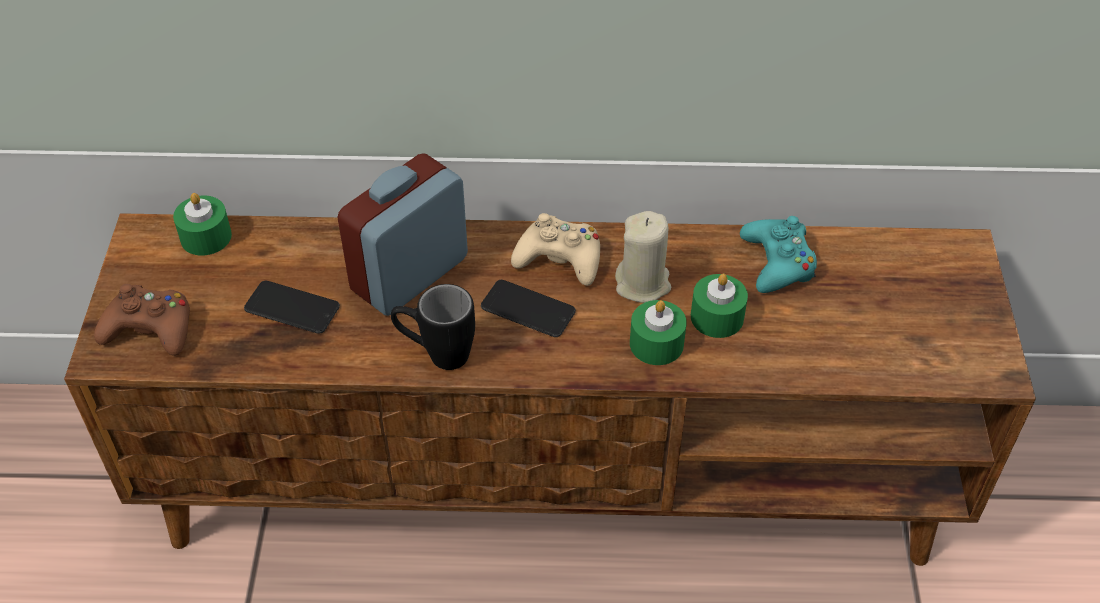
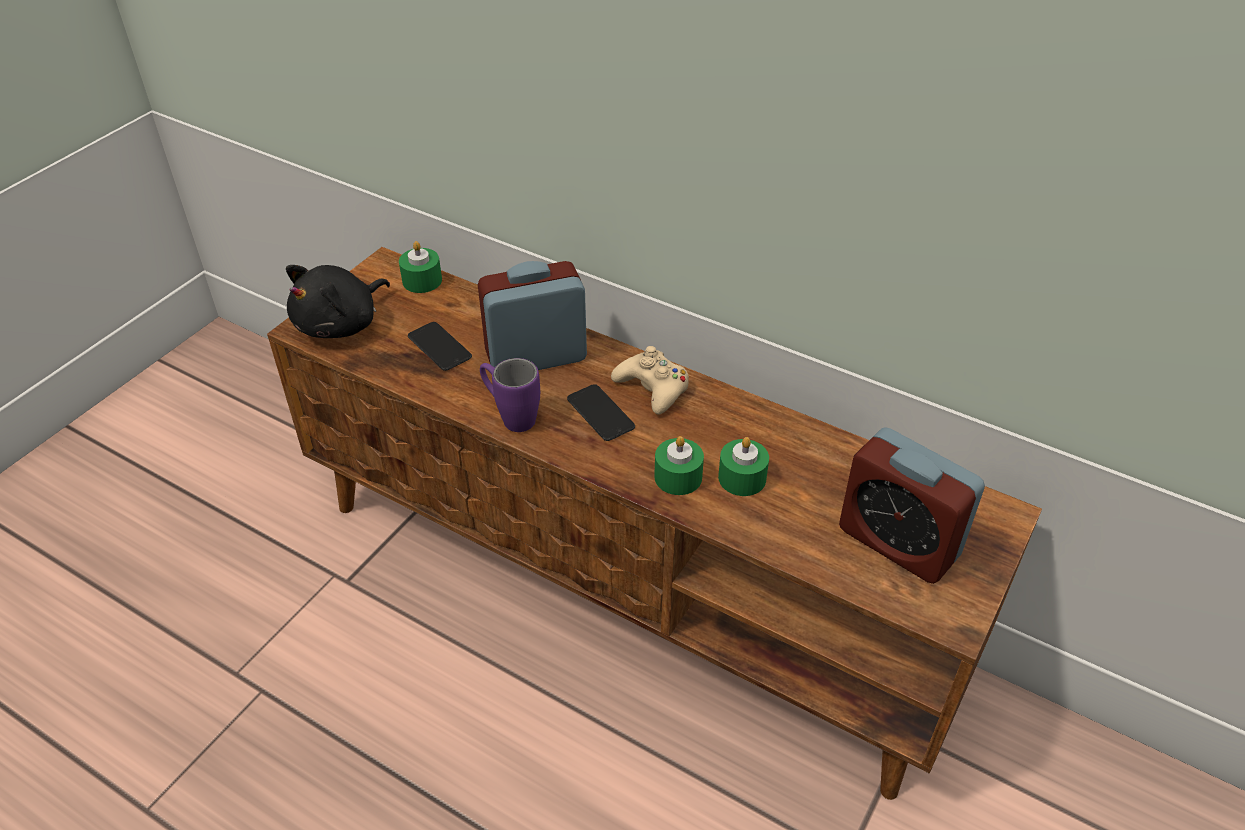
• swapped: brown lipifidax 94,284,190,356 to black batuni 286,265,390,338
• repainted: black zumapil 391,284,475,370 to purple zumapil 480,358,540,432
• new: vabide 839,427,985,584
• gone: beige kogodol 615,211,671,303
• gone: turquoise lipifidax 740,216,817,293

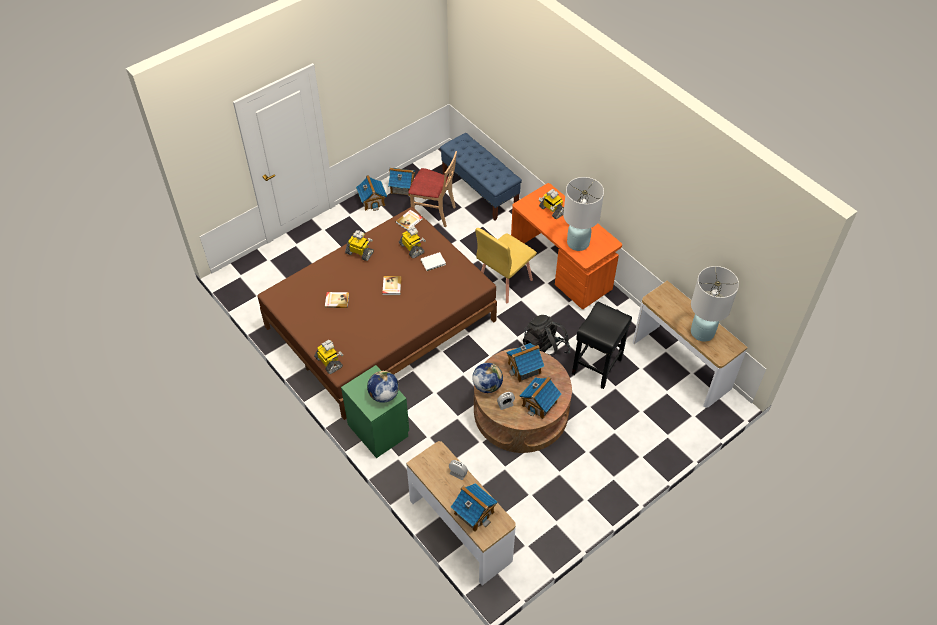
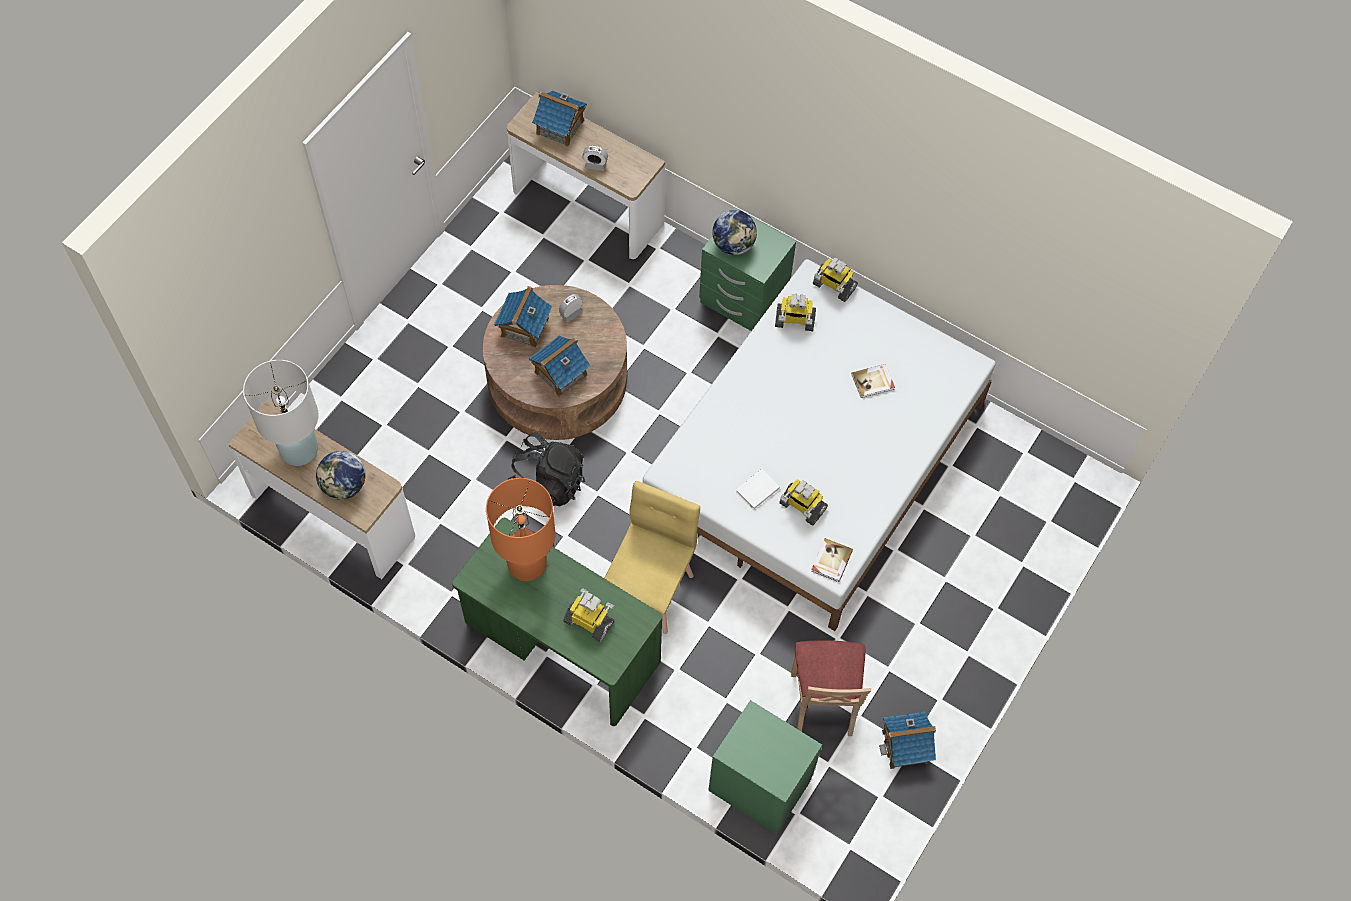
• shifted: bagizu 472,363,503,393 to 316,451,366,500
• repainted: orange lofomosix 511,183,622,309 to green lofomosix 452,518,662,726
• repainted: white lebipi 563,177,604,251 to orange lebipi 486,478,556,581
• repainted: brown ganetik 257,207,497,420 to white ganetik 643,259,996,631
• swapped: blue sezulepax 440,133,522,221 to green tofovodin 708,700,822,834
• shifted: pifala 345,230,374,261 to 775,294,816,331
• rotated: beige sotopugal 408,151,457,227 = 791,640,871,736 90 degrees counterclockwise
• gone: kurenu 356,175,387,211
• gone: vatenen 382,276,402,295
• gone: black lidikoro 572,302,632,389

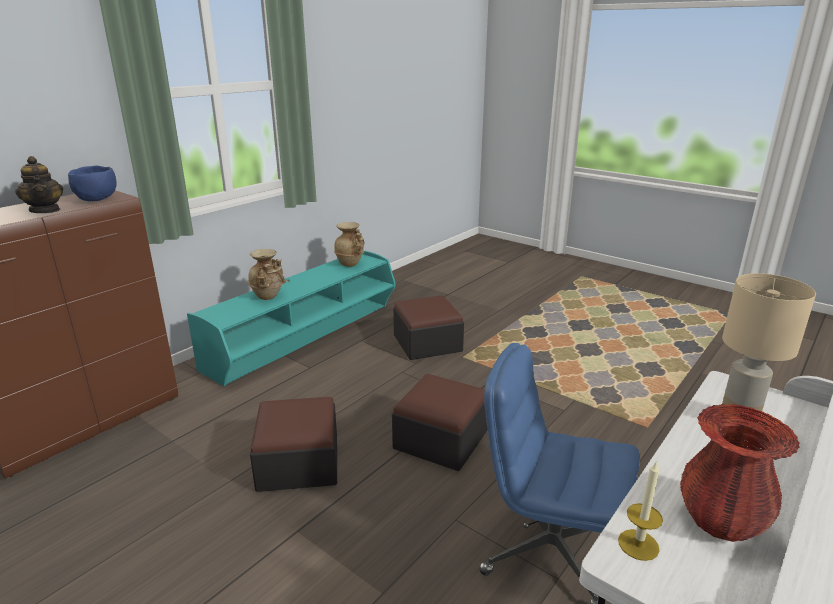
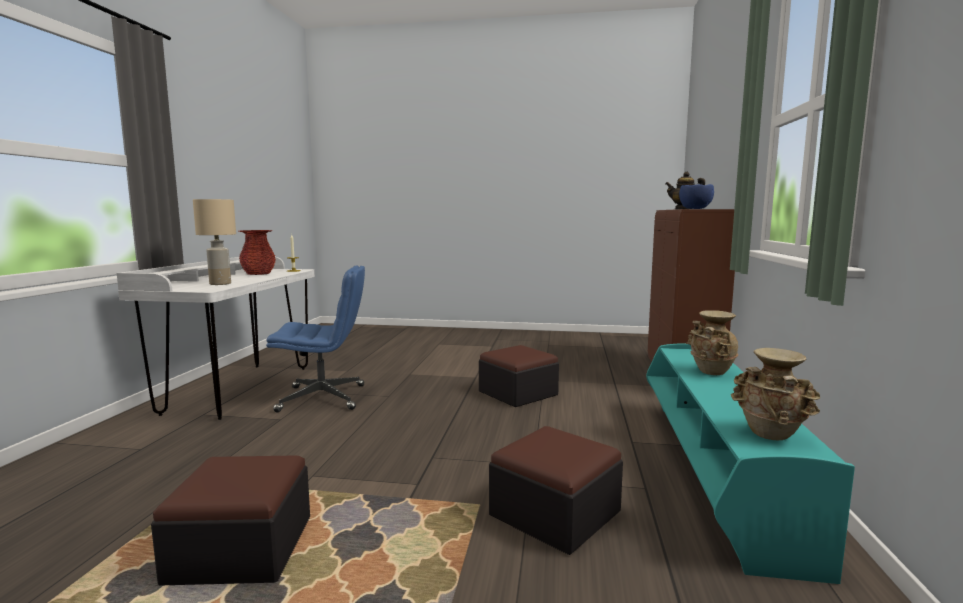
• shifted: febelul 392,374,488,471 to 151,455,310,586

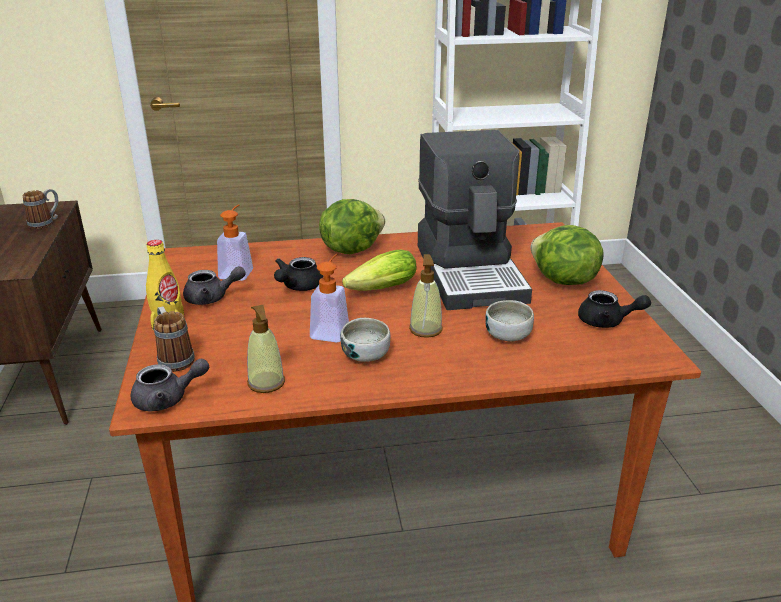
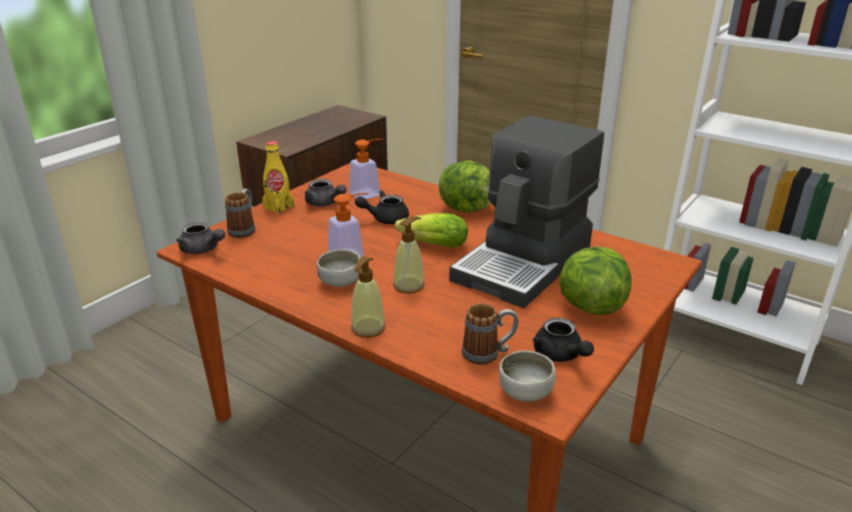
• shifted: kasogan 247,305,285,393 to 351,256,386,338
• shifted: zumapil 23,189,58,229 to 462,303,518,365
• shifted: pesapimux 485,300,534,341 to 499,351,556,402

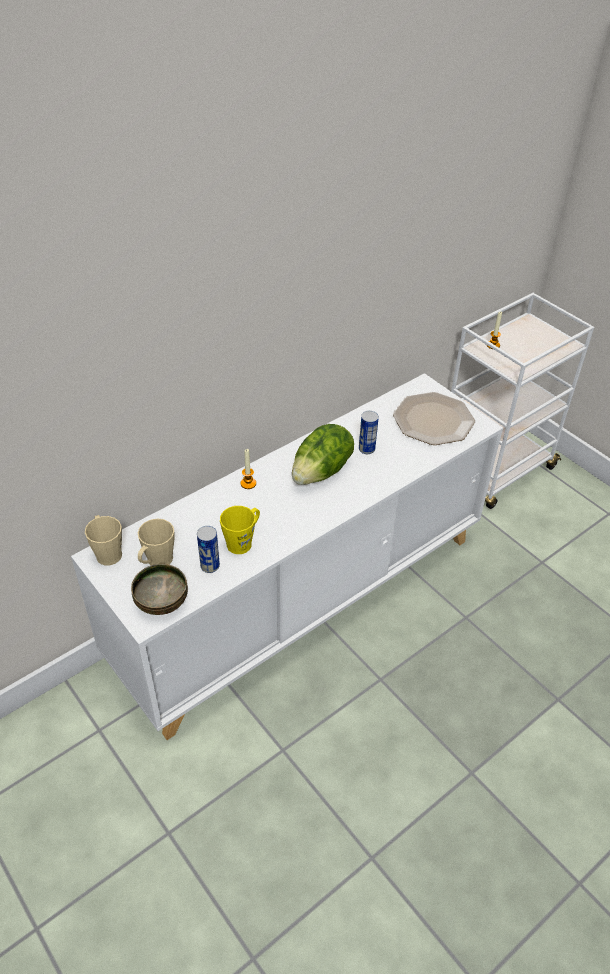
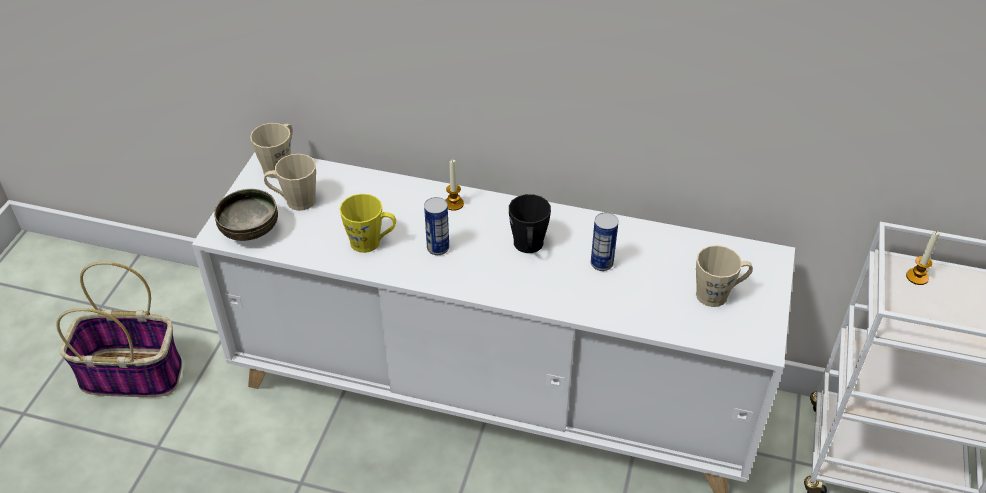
• new: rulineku 56,262,182,397
• shifted: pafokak 197,526,220,573 to 424,197,449,255
• swapped: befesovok 292,424,354,485 to black zumapil 509,194,551,253
• swapped: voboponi 393,392,475,445 to beige zumapil 696,245,753,307

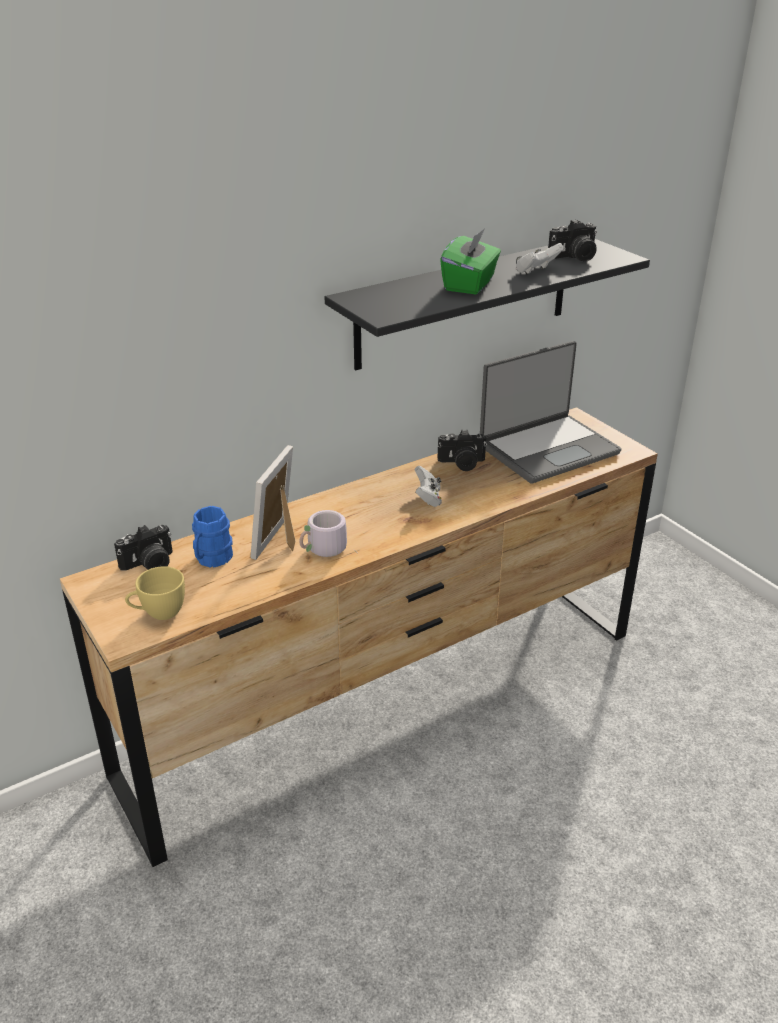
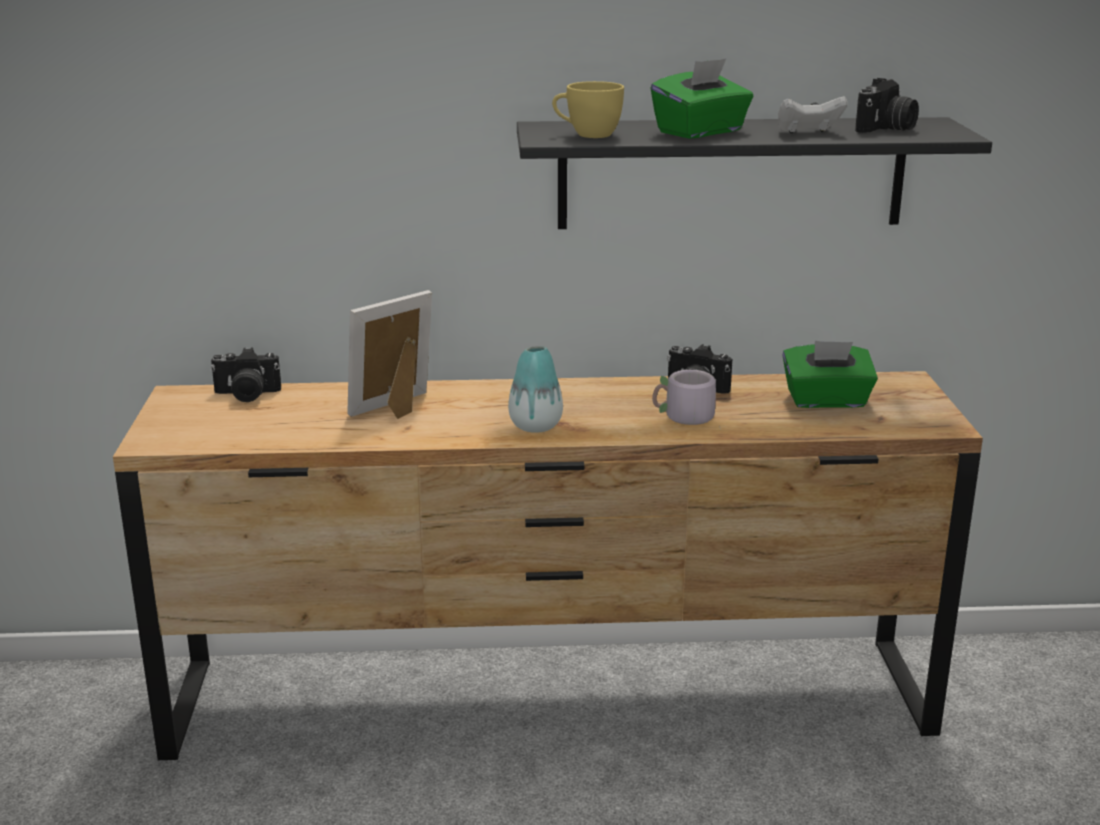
• new: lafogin 508,346,563,433
• shifted: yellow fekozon 125,566,185,620 to 552,81,624,138
• shifted: grey zumapil 299,510,355,557 to 652,370,721,429
• swapped: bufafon 480,341,621,484 to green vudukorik 783,341,878,408
• rotated: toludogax 548,220,597,261 = 855,78,919,133 60 degrees counterclockwise
• gone: blue zumapil 192,506,233,568
• gone: white lipifidax 415,466,442,507

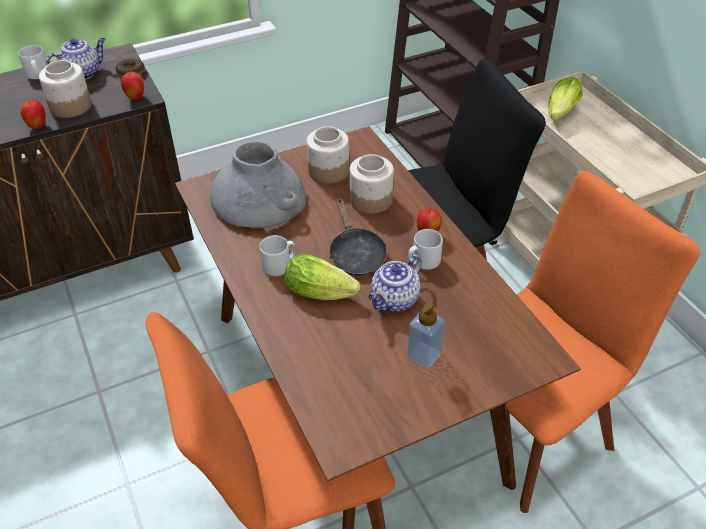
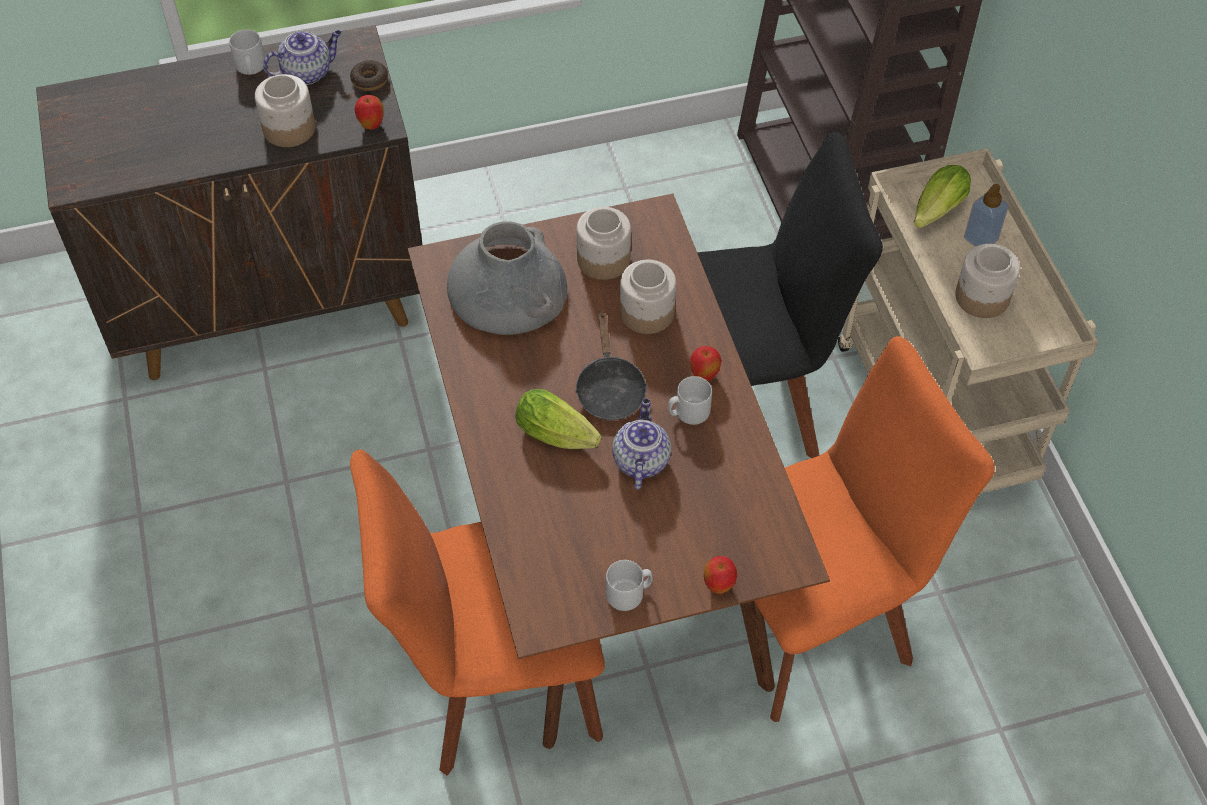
• shifted: grey zumapil 260,235,296,276 to 606,560,653,611
• rotated: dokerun 368,254,422,312 = 612,399,671,490 135 degrees clockwise
• shifted: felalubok 20,99,46,129 to 704,556,737,594
• new: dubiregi 955,244,1020,318
• shifted: kasogan 407,302,445,368 to 964,184,1009,247

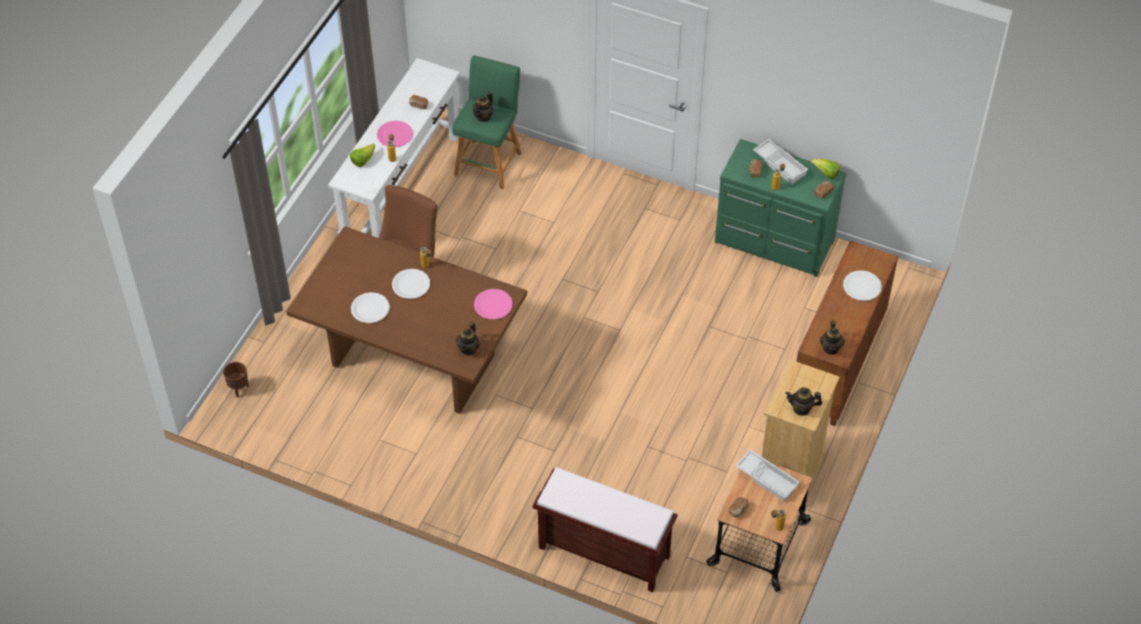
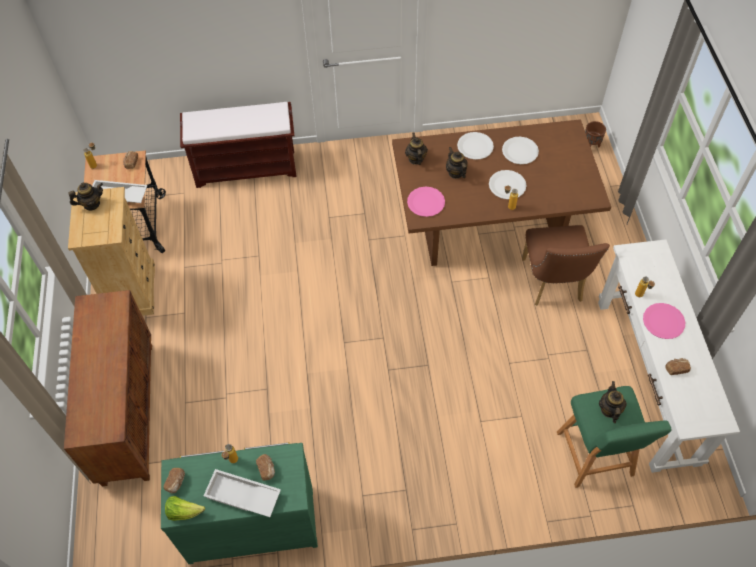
• shifted: dokerun 820,320,845,355 to 446,147,468,179
• shifted: white voboponi 843,270,882,301 to 457,132,494,160
• gone: befesovok 350,143,375,167

